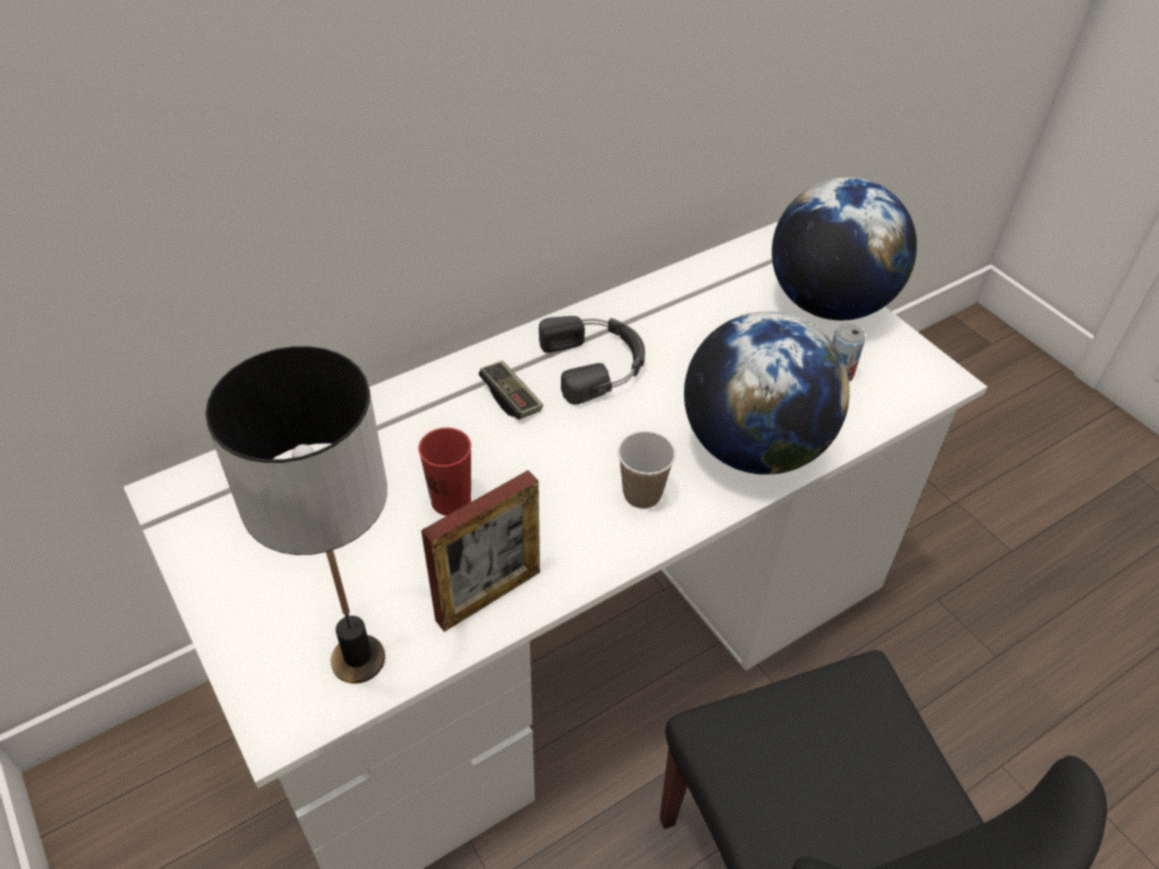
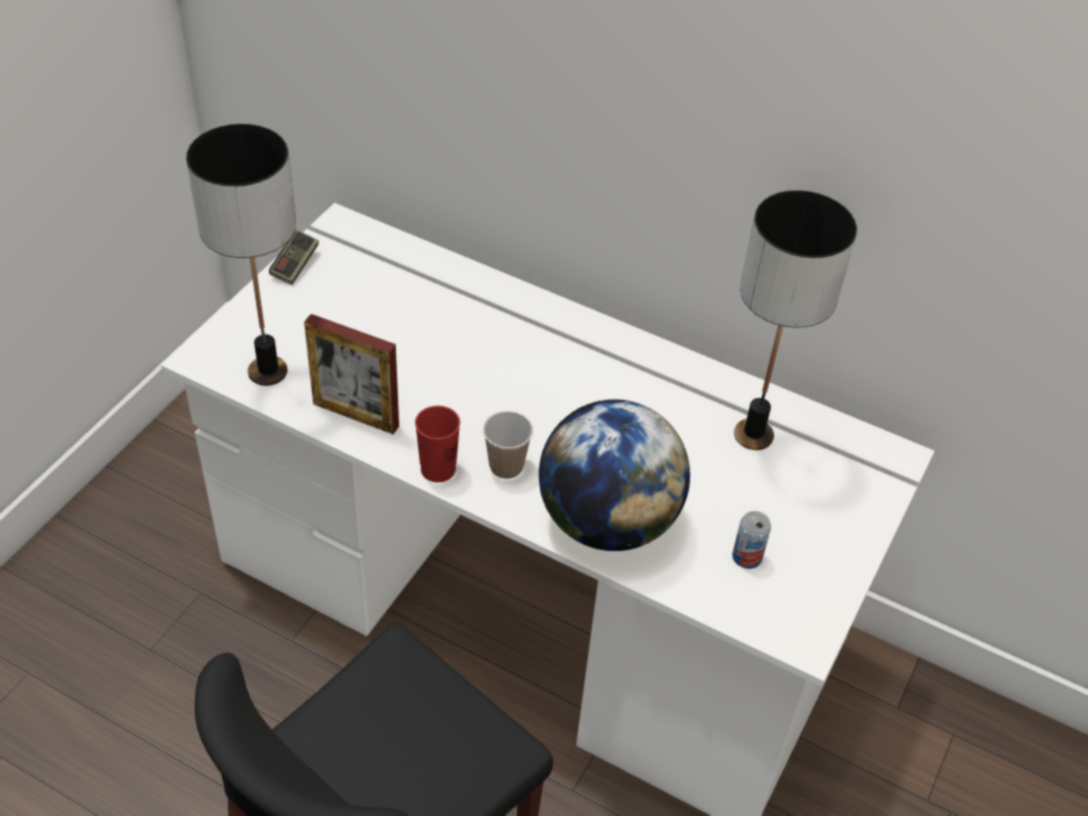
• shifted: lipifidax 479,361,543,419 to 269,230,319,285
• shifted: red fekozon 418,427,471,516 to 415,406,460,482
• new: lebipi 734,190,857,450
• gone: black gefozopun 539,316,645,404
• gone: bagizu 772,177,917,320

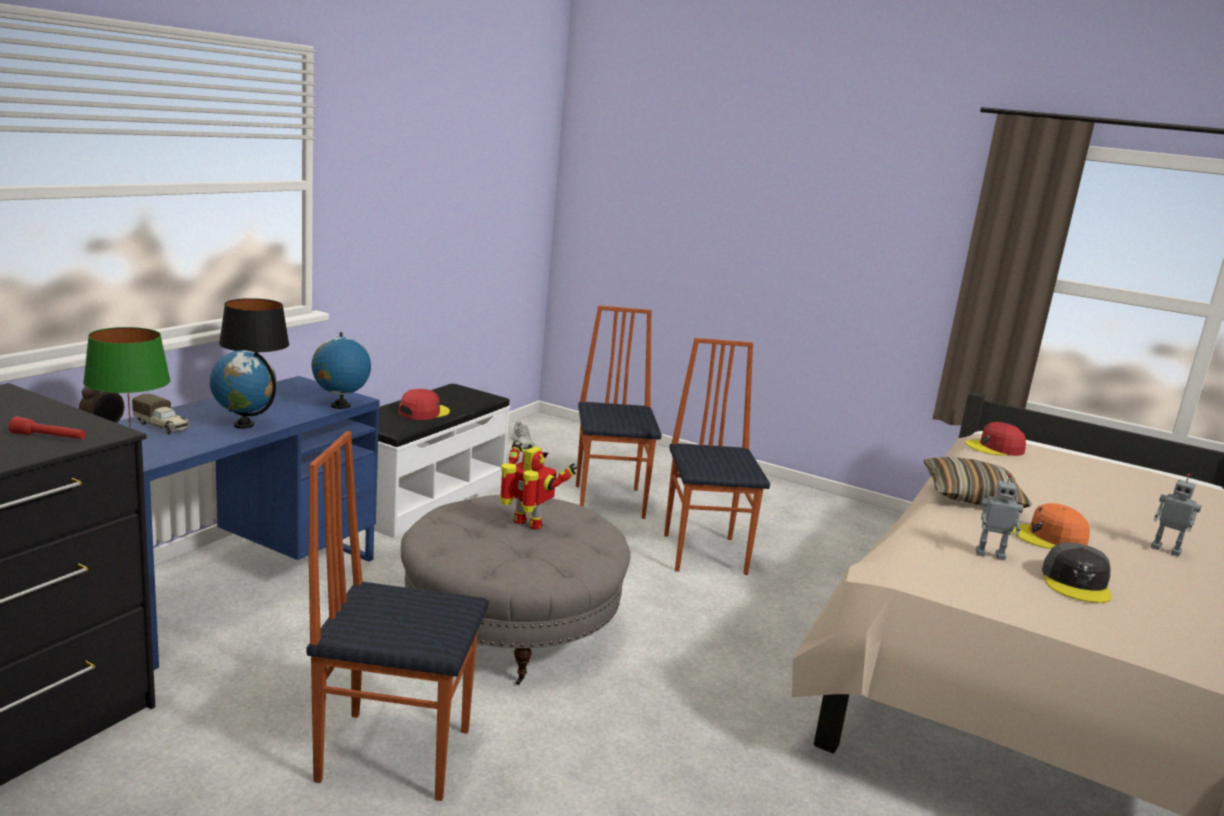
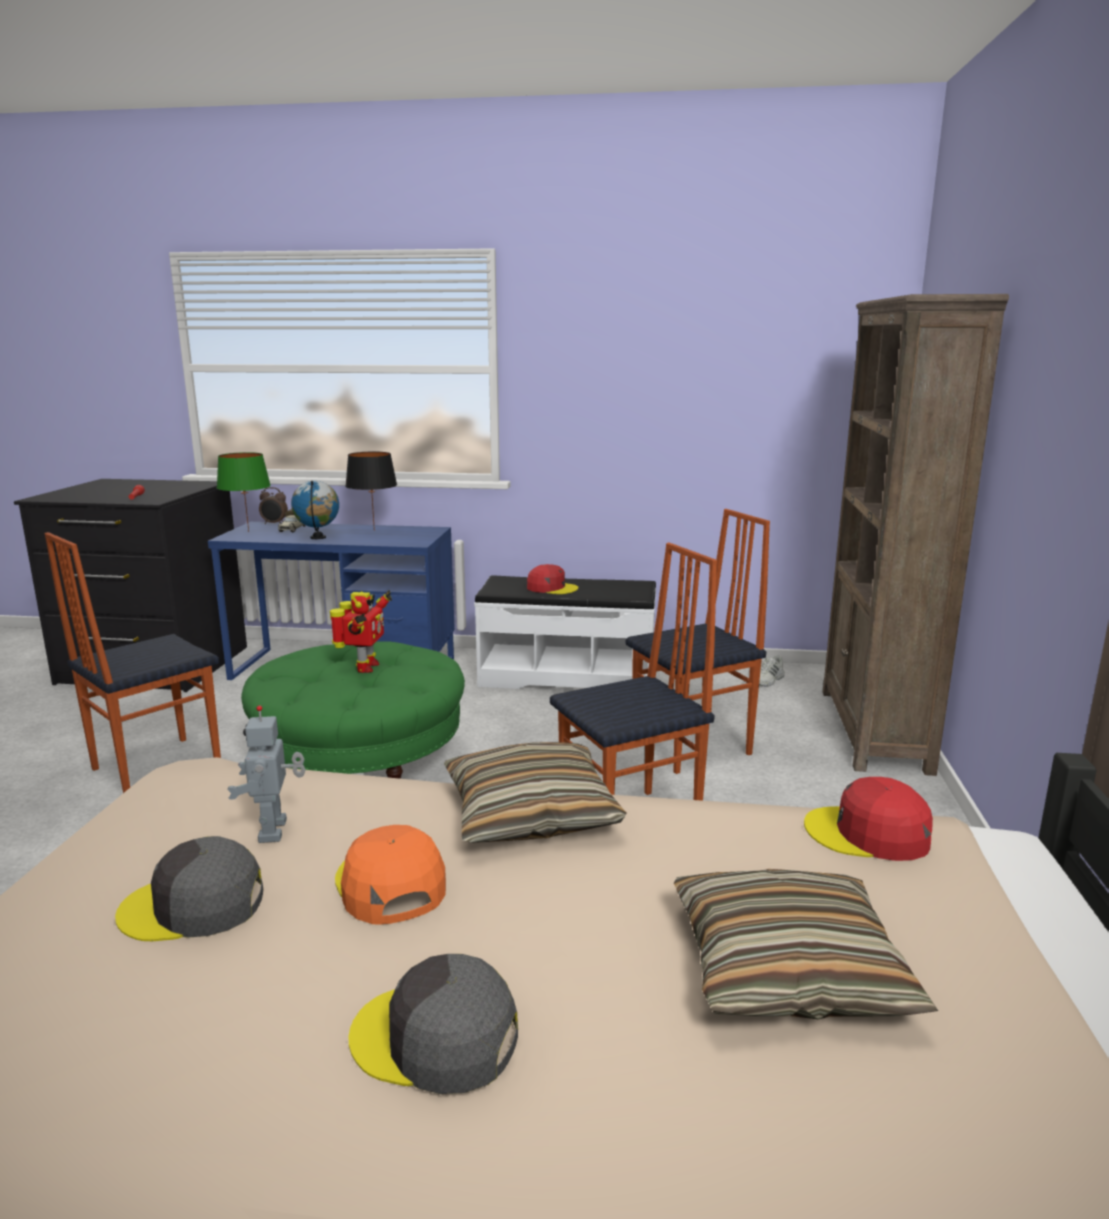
• rotated: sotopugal 306,431,489,801 = 45,532,221,793 120 degrees counterclockwise
• repainted: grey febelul 401,495,631,685 to green febelul 241,641,465,779
• swapped: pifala 1151,474,1201,556 to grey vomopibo 349,954,518,1094
• new: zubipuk 674,869,938,1019
• rotated: red vomopibo 966,422,1026,456 = 804,777,933,861 45 degrees counterclockwise
• new: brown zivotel 823,294,1009,776
• gone: bagizu 311,332,371,409

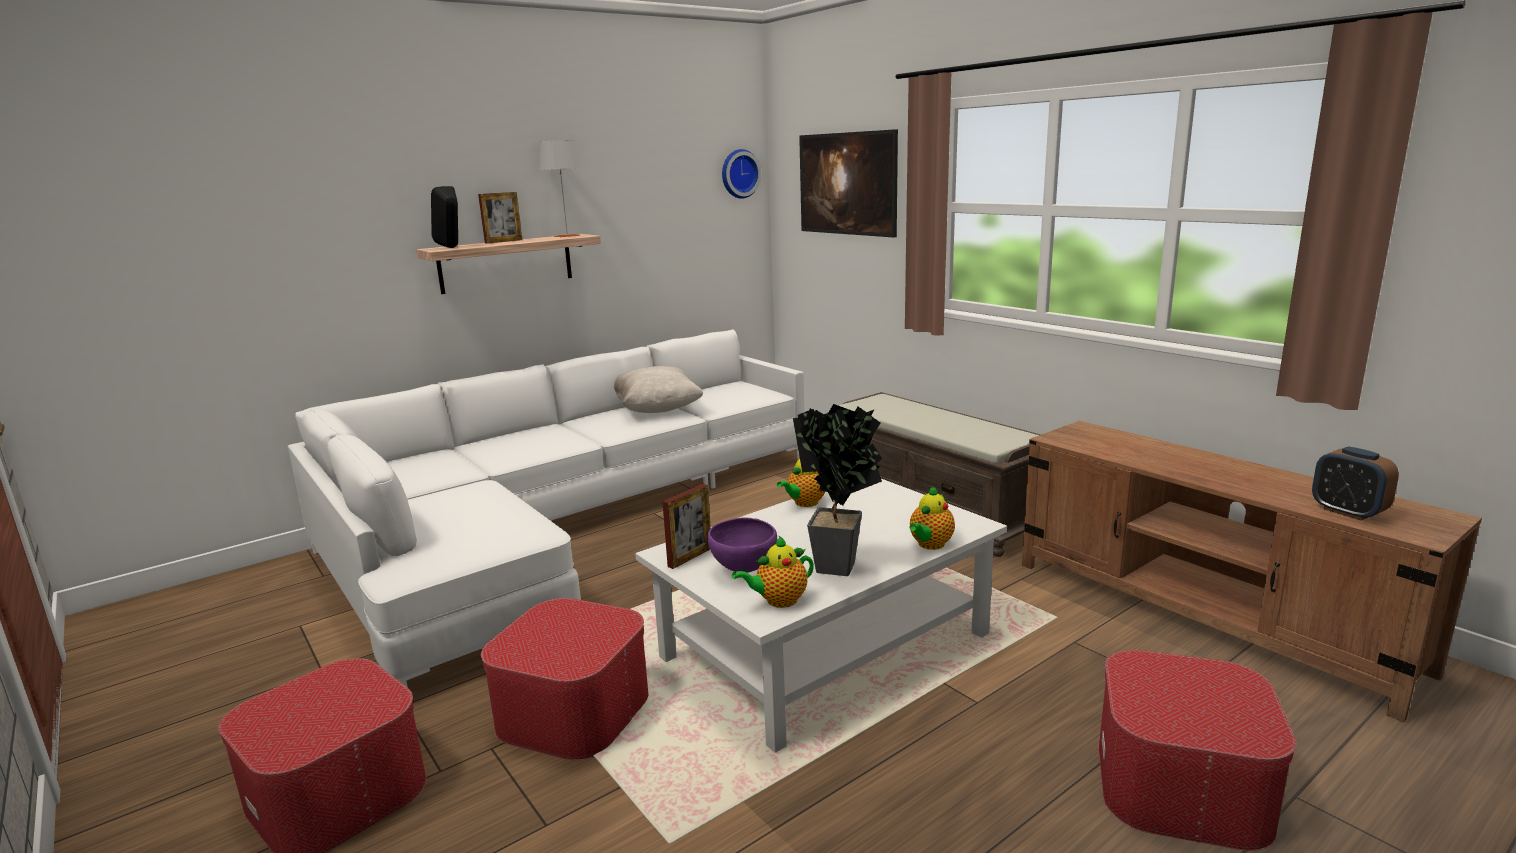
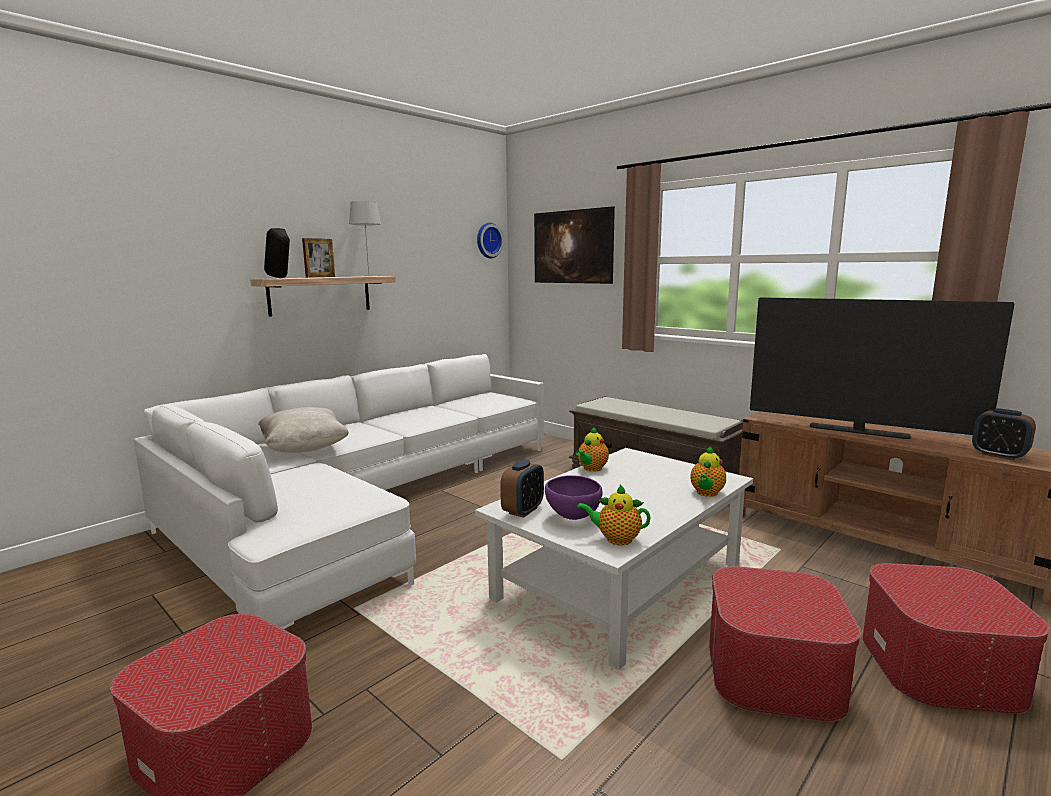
• shifted: beige zubipuk 614,366,703,413 to 258,407,349,453
• swapped: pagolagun 662,484,711,569 to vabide 500,460,544,518
• rotated: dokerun 732,536,814,608 = 577,485,651,545 45 degrees clockwise
• shifted: febelul 481,598,649,760 to 709,566,861,722
• new: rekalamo 750,297,1014,439
• gone: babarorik 793,404,882,576

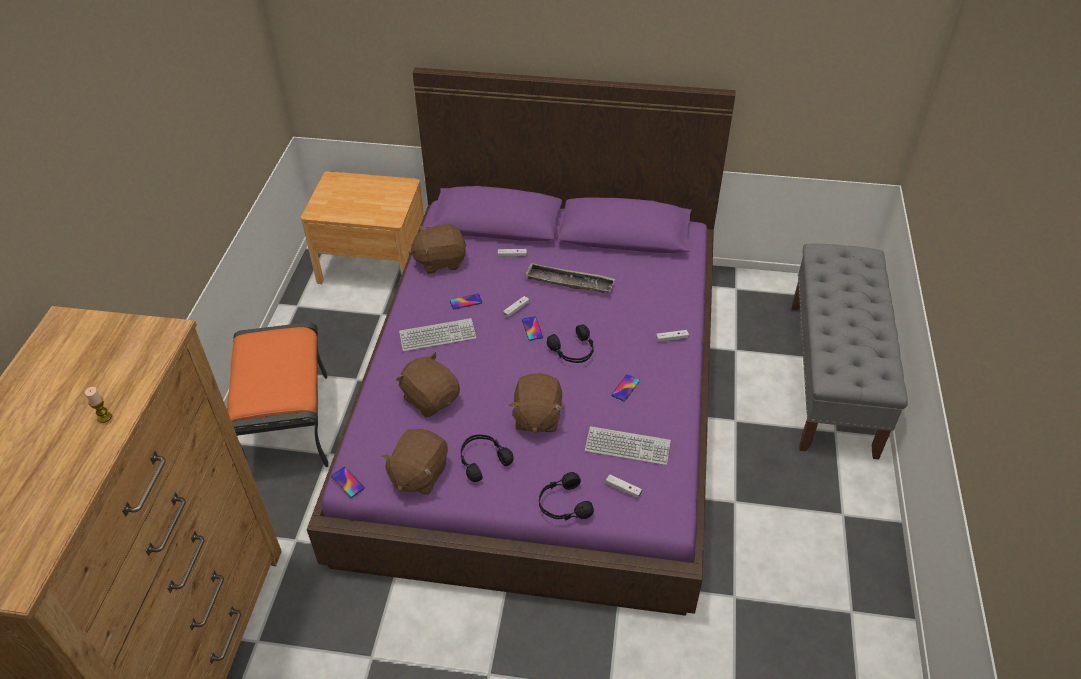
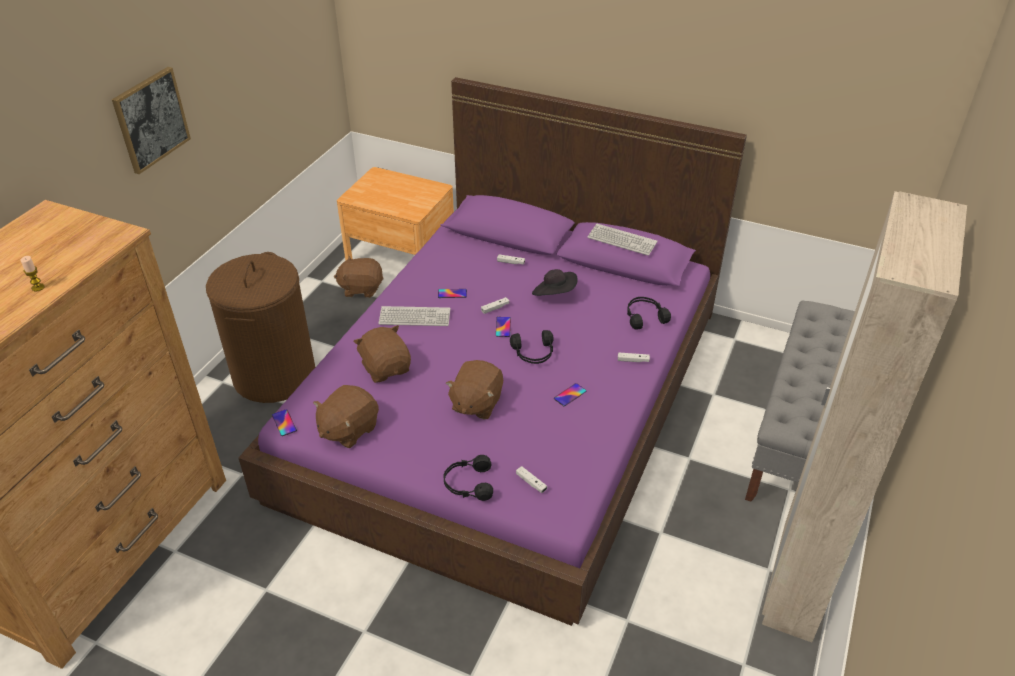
• new: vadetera 112,67,191,174
• swapped: orange febelul 227,322,328,467 to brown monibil 206,252,315,403
• shifted: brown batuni 409,224,467,274 to 334,256,383,298
• swapped: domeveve 525,263,615,293 to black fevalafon 532,269,578,296
• shifted: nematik 585,426,671,465 to 588,224,657,256
• shifted: black gefozopun 461,435,513,482 to 627,297,671,330
• new: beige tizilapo 762,191,967,642

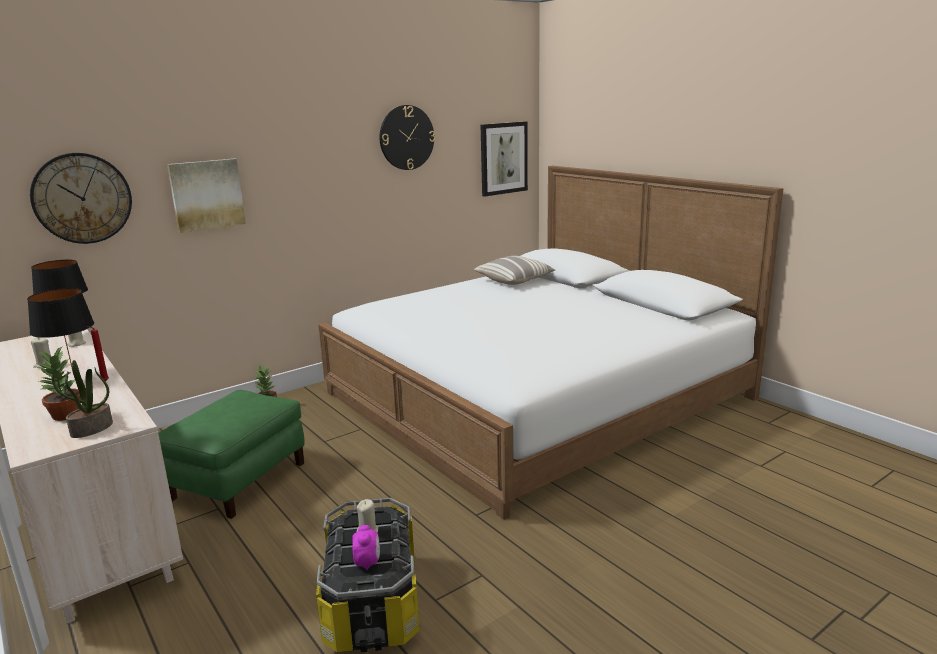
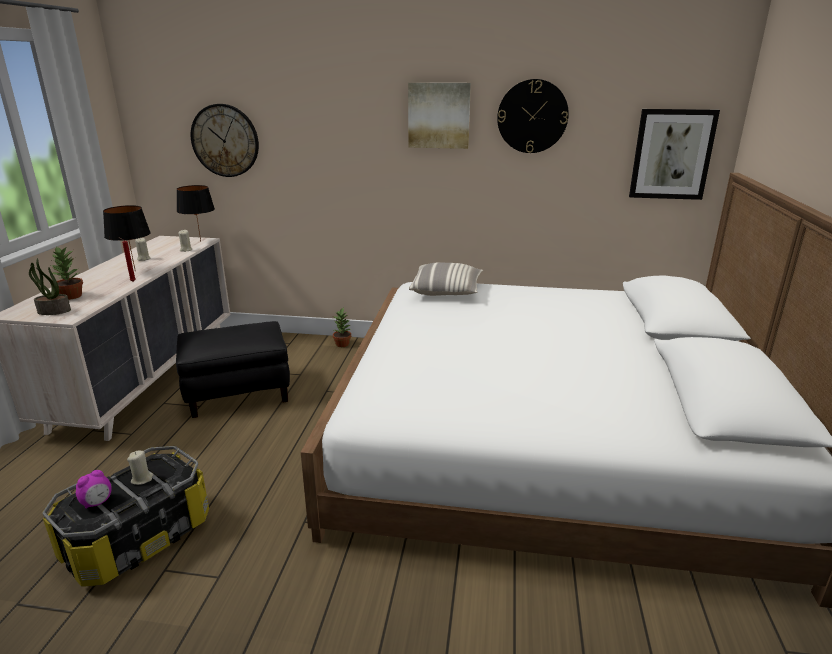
• repainted: green febelul 158,389,305,519 to black febelul 176,321,290,418
• shifted: vadetera 167,159,246,233 to 408,83,471,149
• shifted: zubipuk 474,256,556,285 to 409,262,483,296

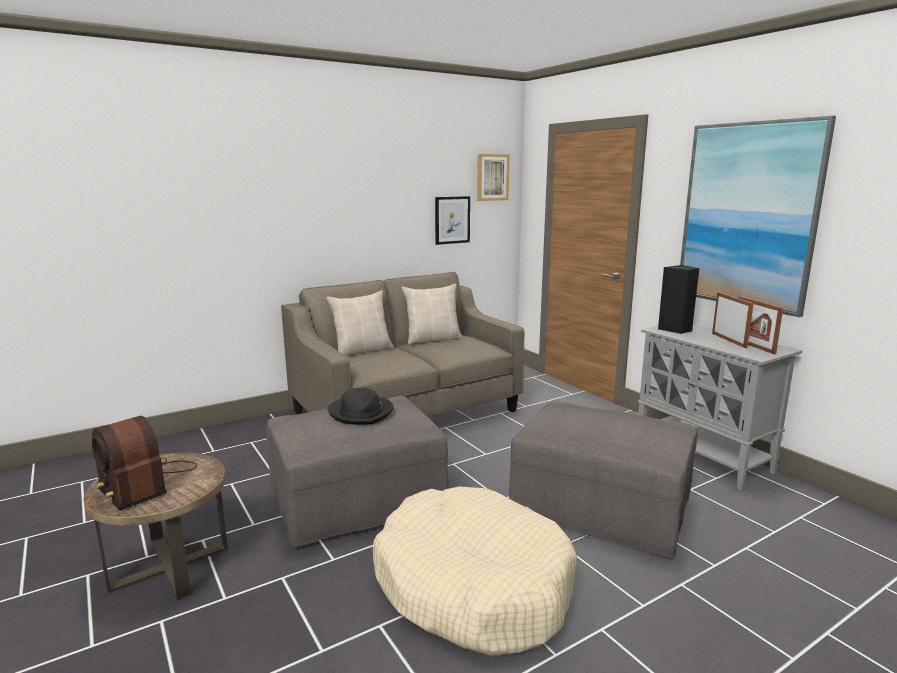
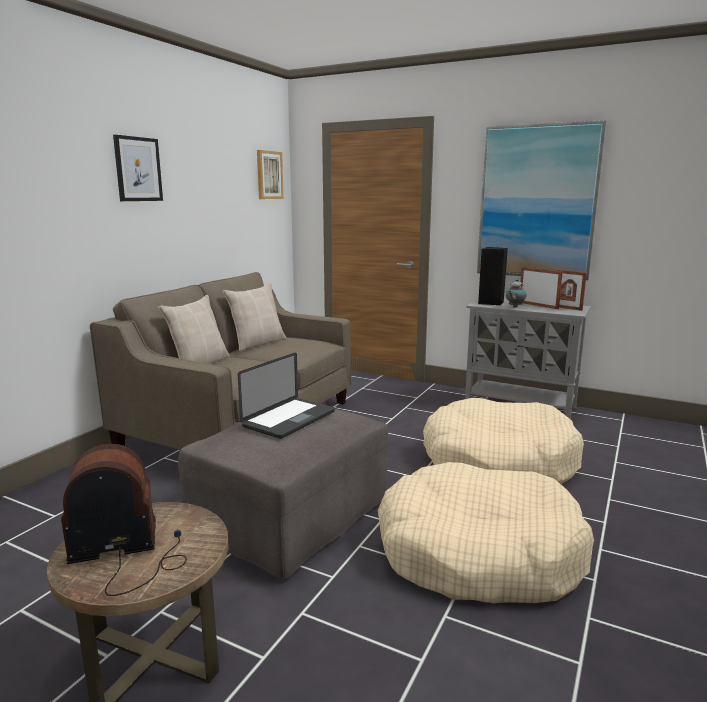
• rotated: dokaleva 92,416,197,511 = 61,444,187,596 150 degrees clockwise
• shifted: vadetera 435,196,470,245 to 113,135,163,201
• swapped: black fevalafon 328,388,393,425 to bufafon 238,352,335,439
• swapped: grey febelul 509,401,698,557 to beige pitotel 423,398,584,484
• new: dokerun 506,279,527,308

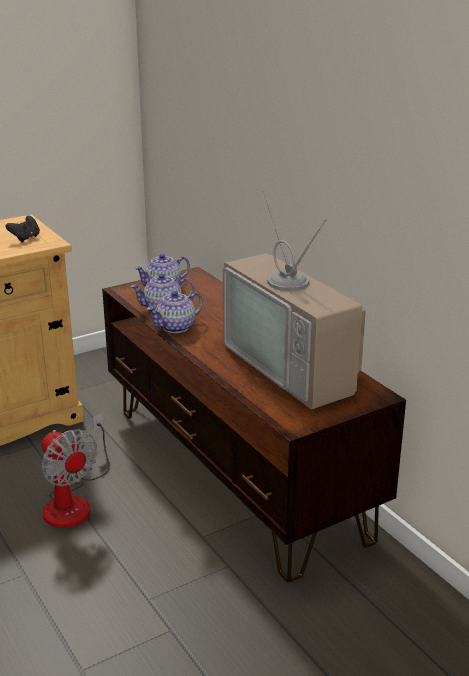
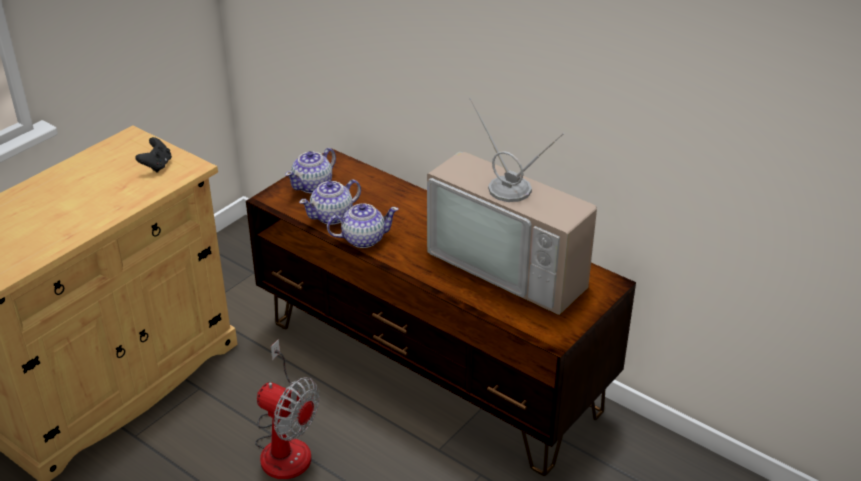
• rotated: dokerun 147,291,203,333 = 327,203,399,248 135 degrees counterclockwise

